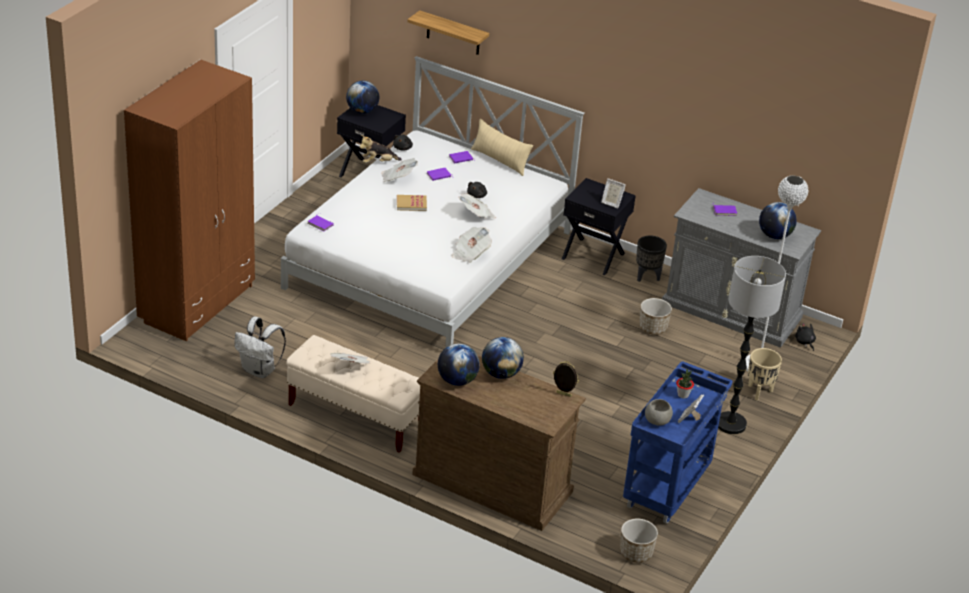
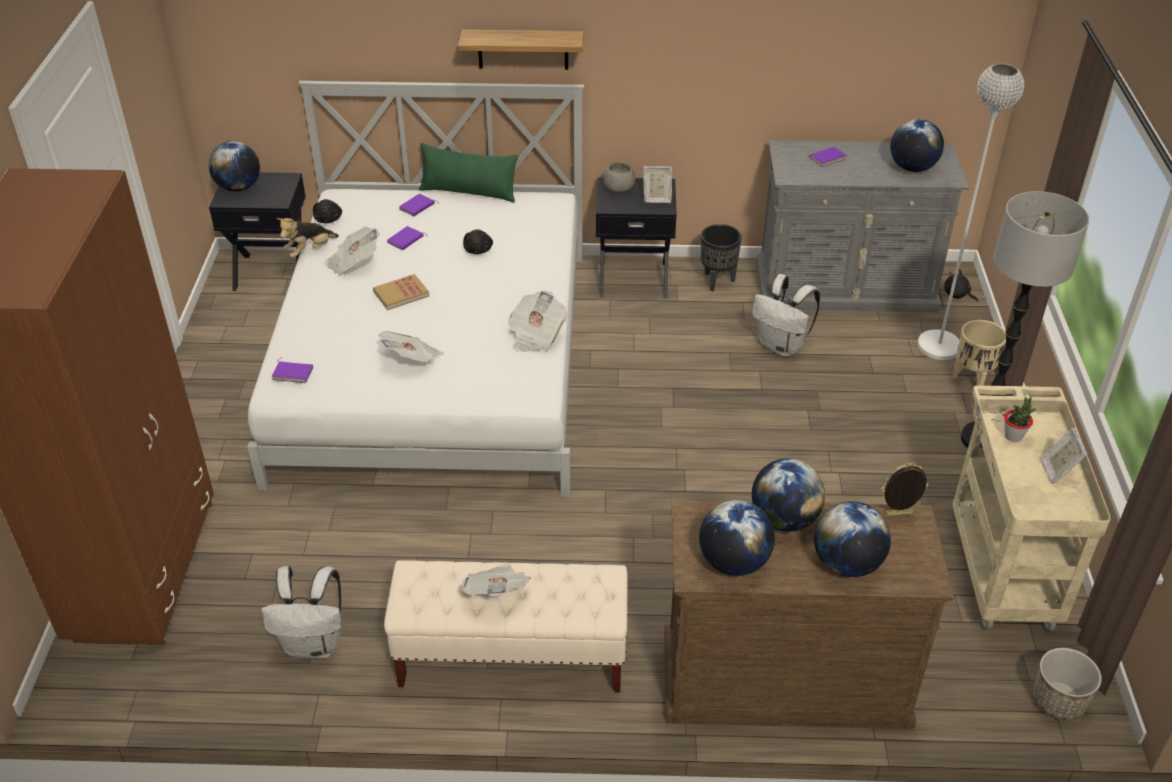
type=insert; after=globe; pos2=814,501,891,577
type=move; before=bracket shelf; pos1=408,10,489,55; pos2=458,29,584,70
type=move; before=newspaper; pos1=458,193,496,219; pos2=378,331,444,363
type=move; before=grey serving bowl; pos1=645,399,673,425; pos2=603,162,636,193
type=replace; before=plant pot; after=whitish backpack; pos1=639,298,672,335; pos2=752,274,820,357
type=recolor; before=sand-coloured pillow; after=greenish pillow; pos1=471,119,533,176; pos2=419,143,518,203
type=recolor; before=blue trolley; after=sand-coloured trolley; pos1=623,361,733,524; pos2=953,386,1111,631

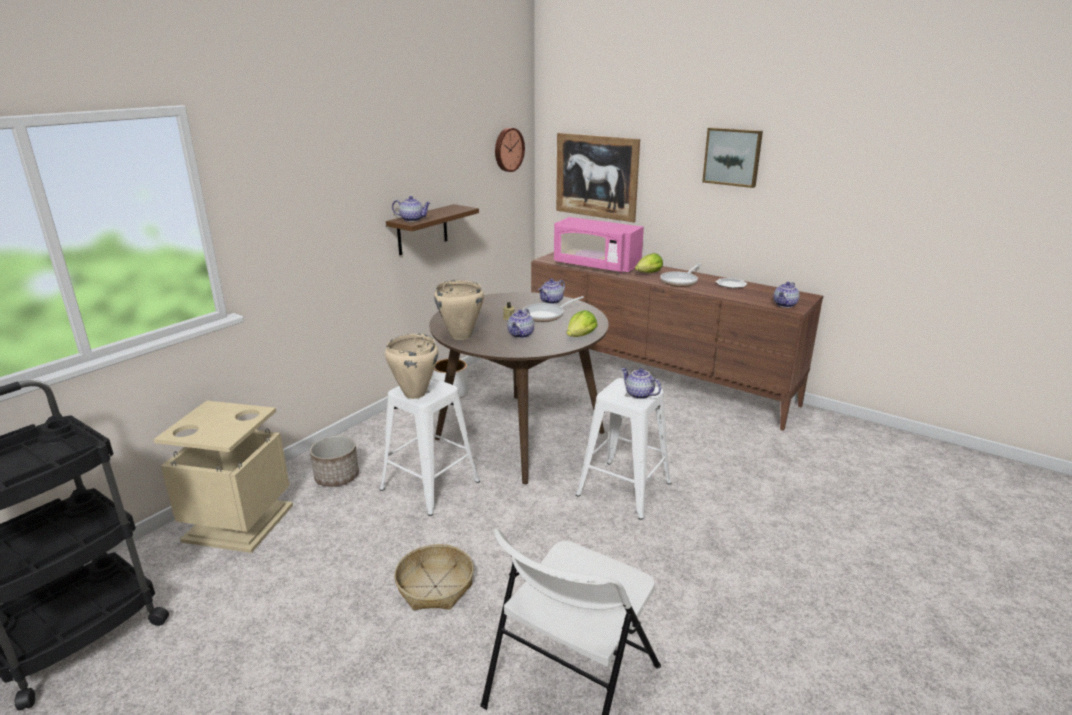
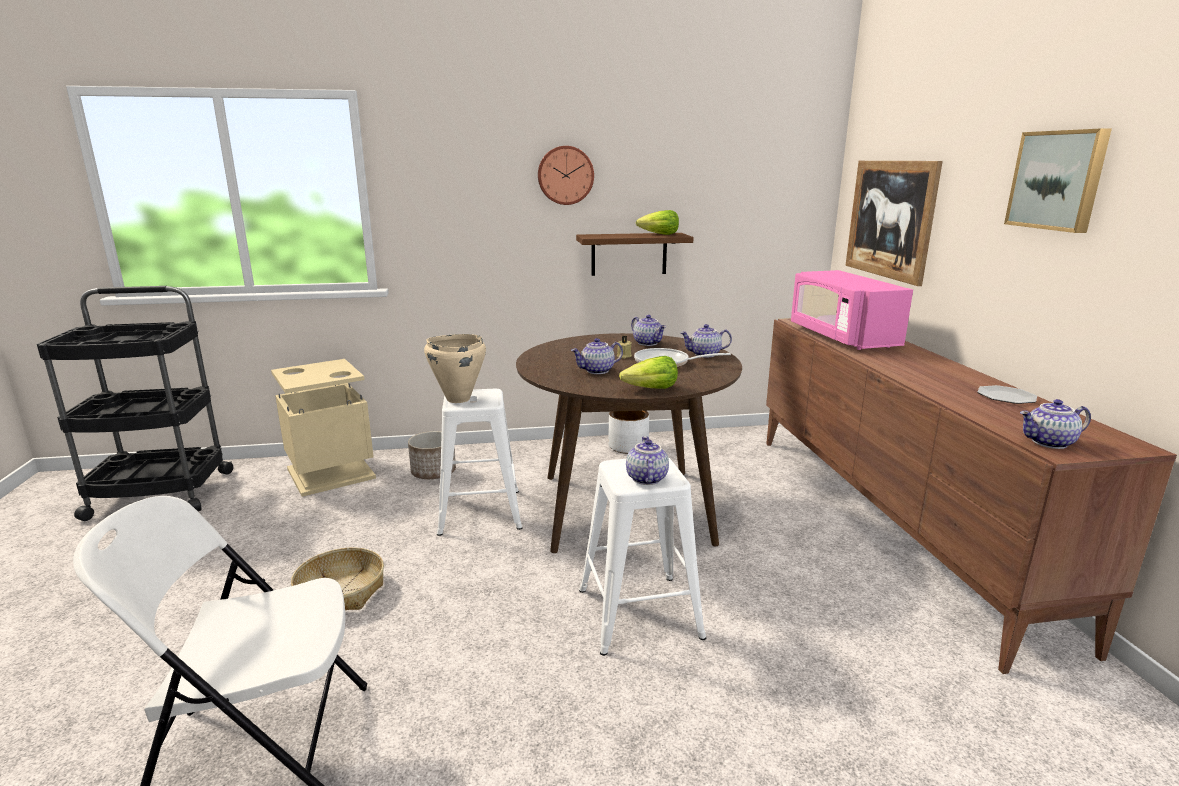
type=delete; before=sand-coloured saucepot; pos1=434,280,484,340
type=delete; before=skillet; pos1=660,263,701,287
type=move; before=teapot; pos1=392,196,430,222; pos2=631,315,666,346
type=move; before=hanging clock; pos1=495,128,525,172; pos2=538,146,594,205
type=move; before=head of lettuce; pos1=635,253,663,273; pos2=636,210,679,235

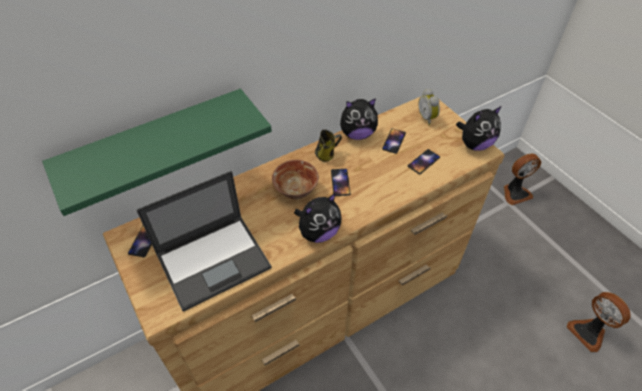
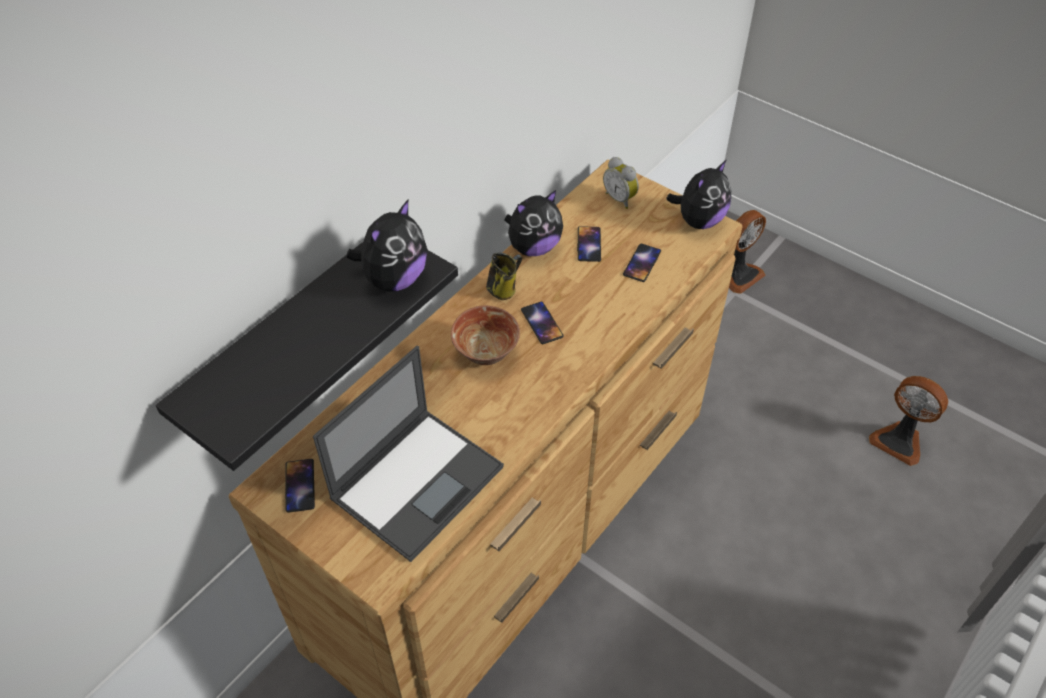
type=move; before=cuddly toy; pos1=294,193,342,243; pos2=346,199,428,292
type=recolor; before=greenish bracket shelf; after=black-coloured bracket shelf; pos1=42,89,272,216; pos2=155,241,458,471

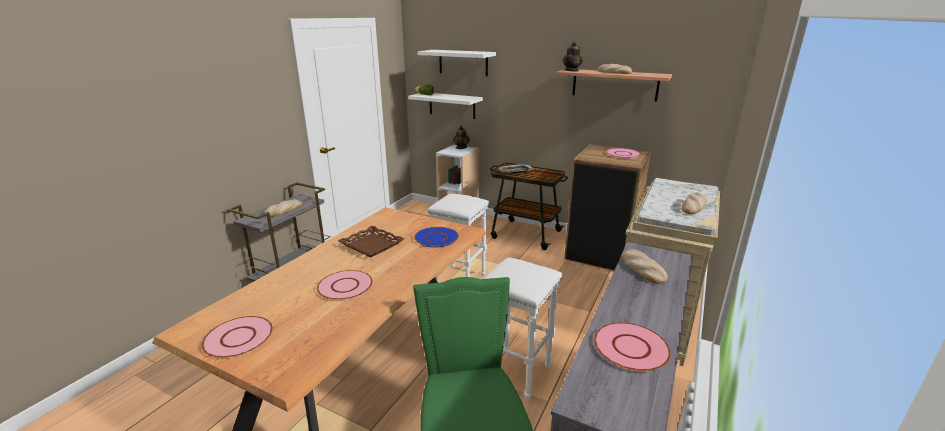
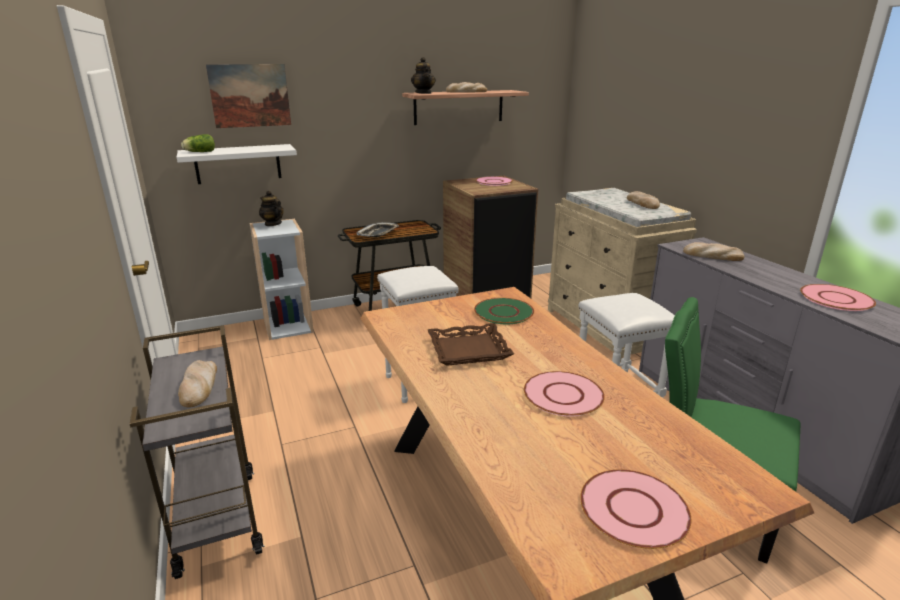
type=replace; before=whitish bracket shelf; after=wall picture; pos1=417,50,496,76; pos2=206,64,291,128
type=recolor; before=blue dinner plate; after=greenish dinner plate; pos1=414,227,459,248; pos2=474,298,534,324

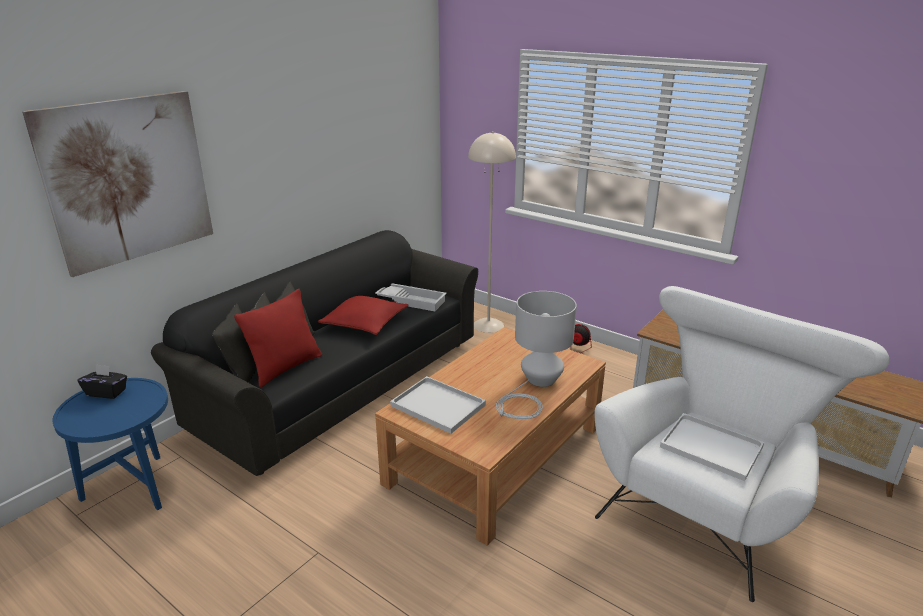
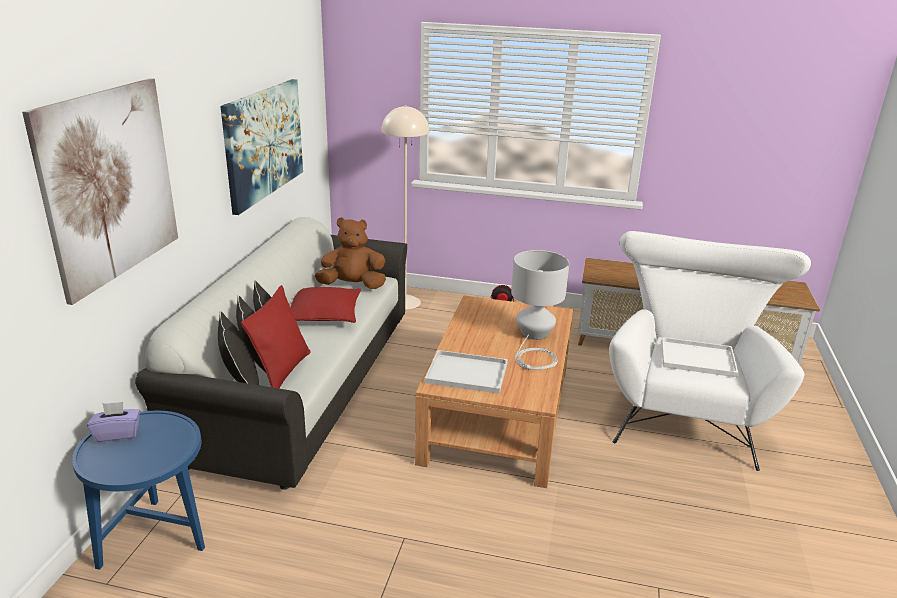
type=insert; after=wall picture; pos2=220,79,303,215
type=replace; before=whitish carrying tray; after=brown-coloured cuddly toy; pos1=375,283,447,311; pos2=315,217,386,289
type=recolor; before=black-coloured tissue holder; after=purplish tissue holder; pos1=78,364,127,399; pos2=87,402,140,442
type=recolor; before=black-coloured couch; after=whitish couch; pos1=151,230,478,476; pos2=135,217,407,490

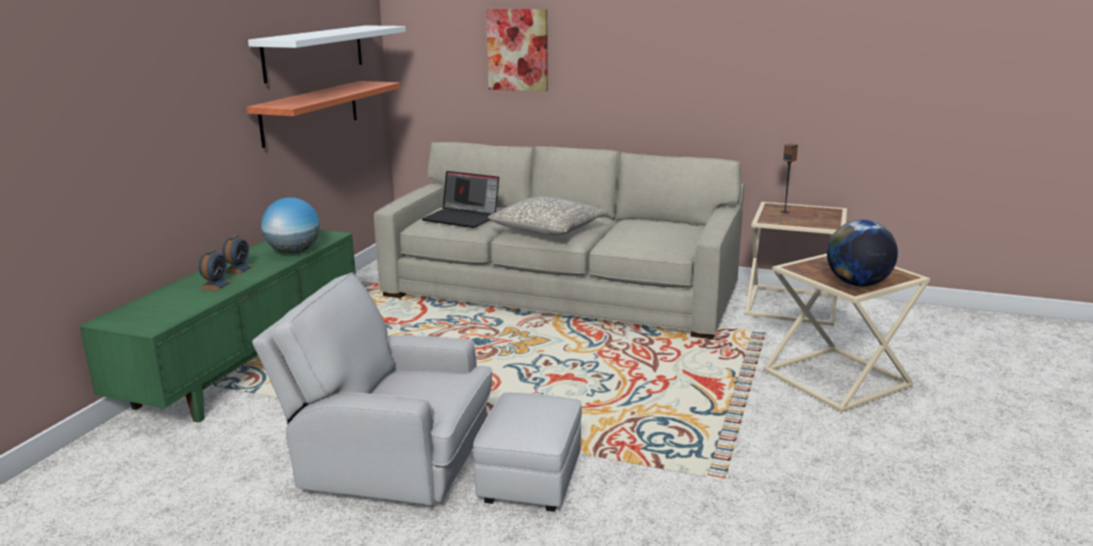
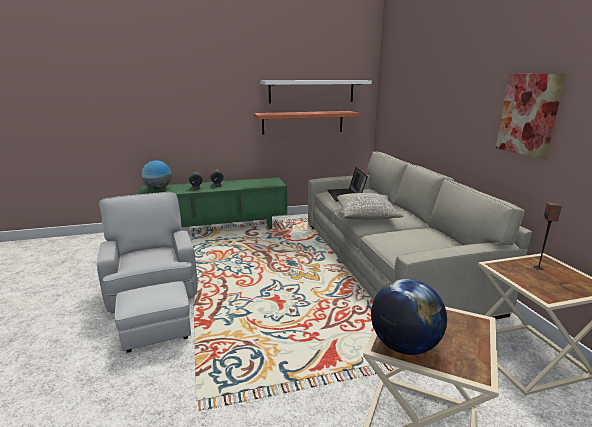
type=move; before=globe; pos1=261,197,320,254; pos2=142,160,172,189
type=move; before=wall picture; pos1=486,9,548,92; pos2=496,74,566,159

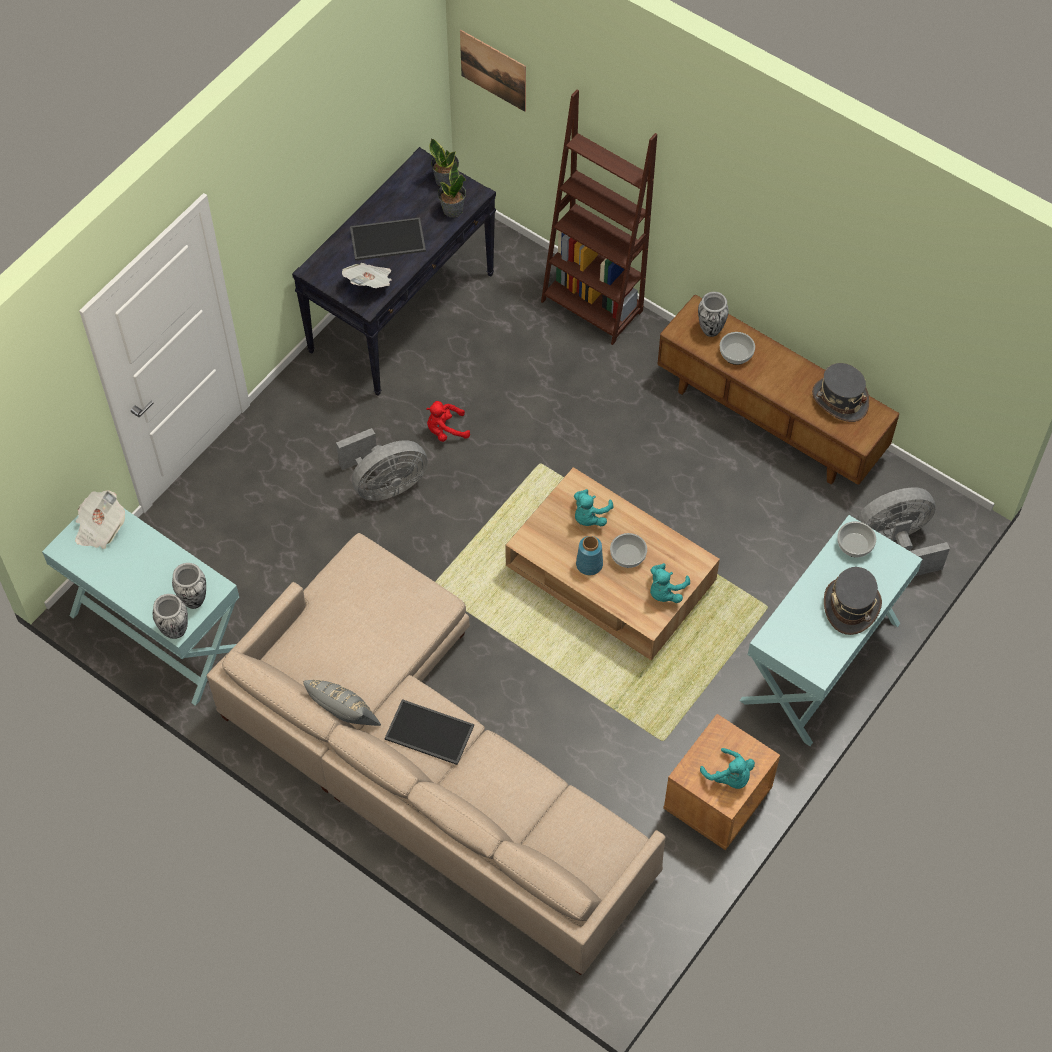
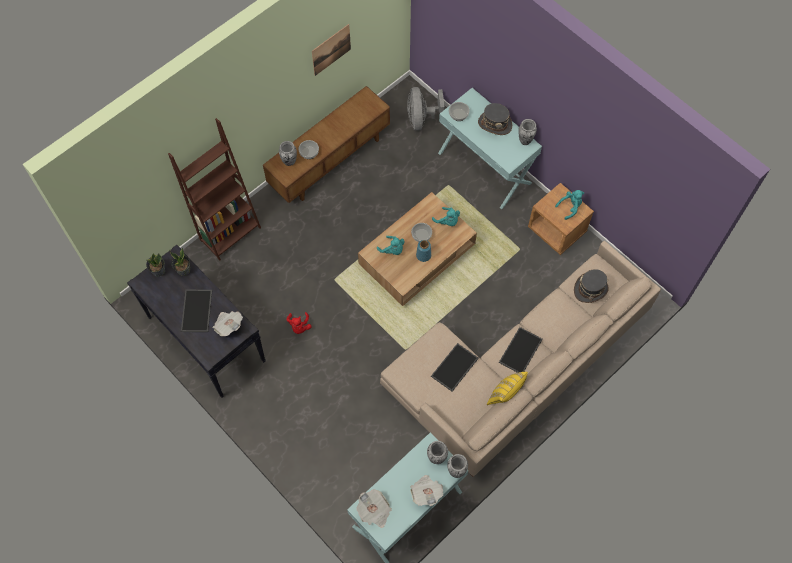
type=delete; before=grey electric fan; pos1=336,428,428,501
type=insert; after=newspaper; pos2=410,475,443,506
type=insert; after=carrying tray; pos2=431,343,479,392
type=insert; after=flower vase; pos2=519,119,537,145
type=move; before=wall picture; pos1=460,30,526,112; pos2=312,24,351,76
type=move; before=grey hat; pos1=812,363,869,422; pos2=574,269,609,303
type=recolor; before=grey pillow; after=yellow pillow; pos1=303,680,381,726; pos2=487,372,528,405

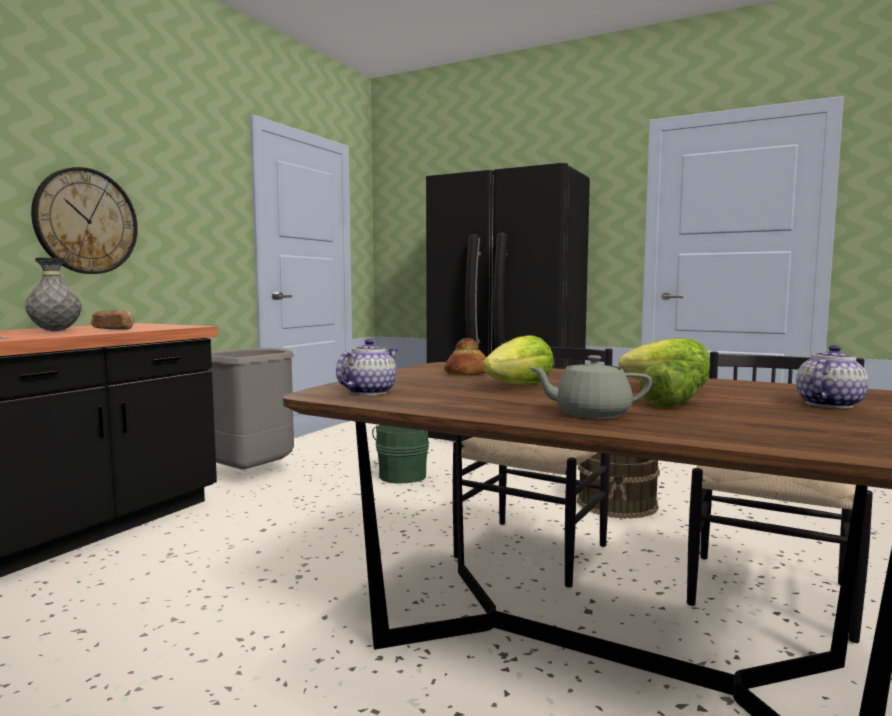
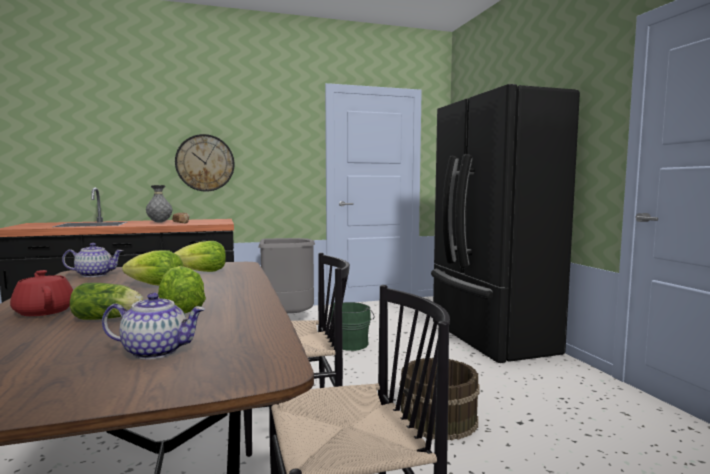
type=replace; before=bakery bread; after=head of lettuce; pos1=444,338,486,375; pos2=175,241,226,272
type=recolor; before=grey teapot; after=reddish teapot; pos1=529,355,652,419; pos2=10,270,73,316

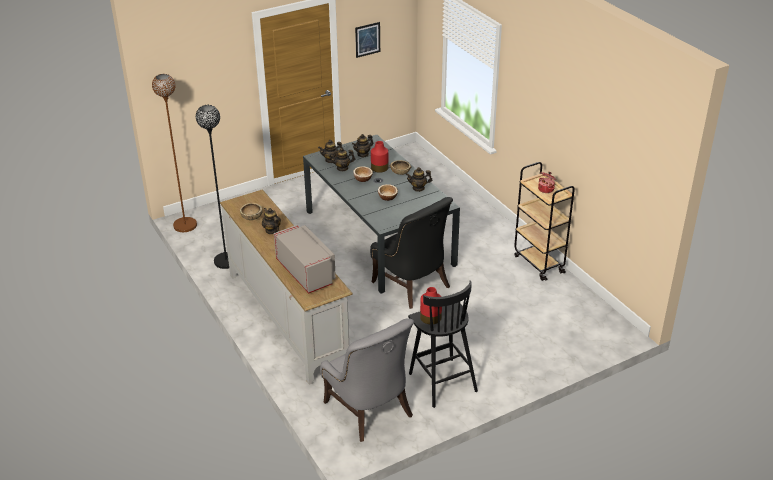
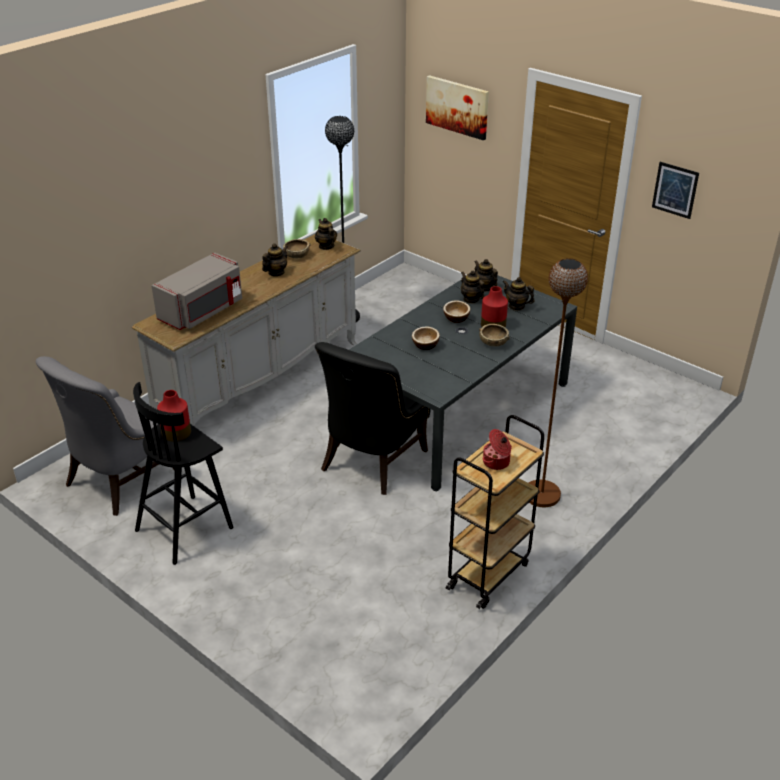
type=insert; after=wall picture; pos2=426,75,489,140
type=move; before=brown-coloured standing lamp; pos1=152,74,197,232; pos2=529,258,588,507
type=move; before=teapot; pos1=406,167,432,192; pos2=315,218,337,250

